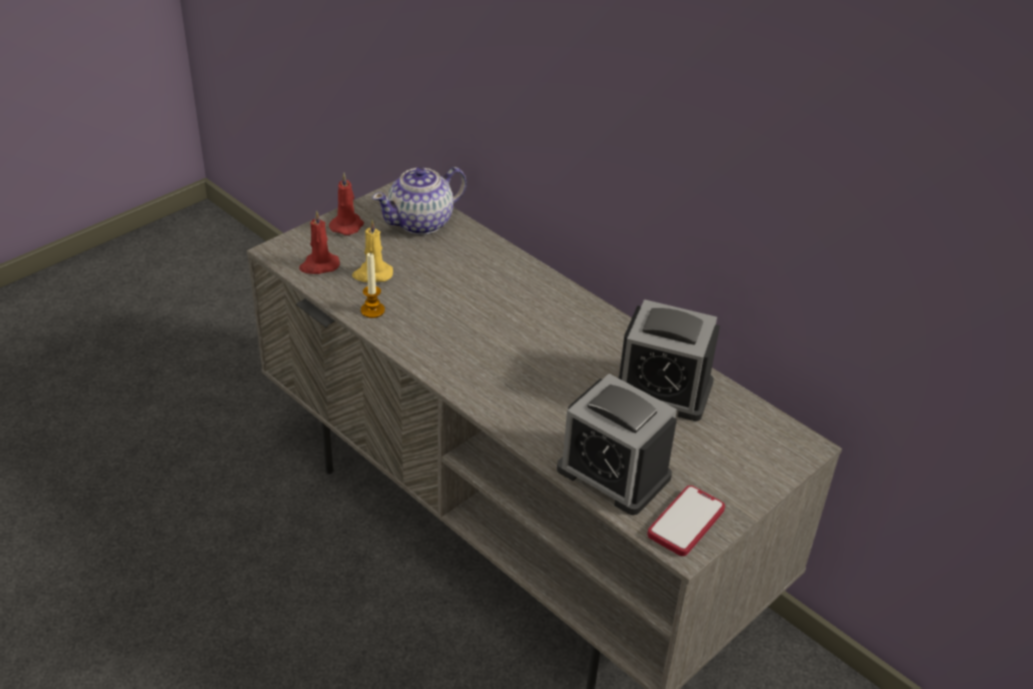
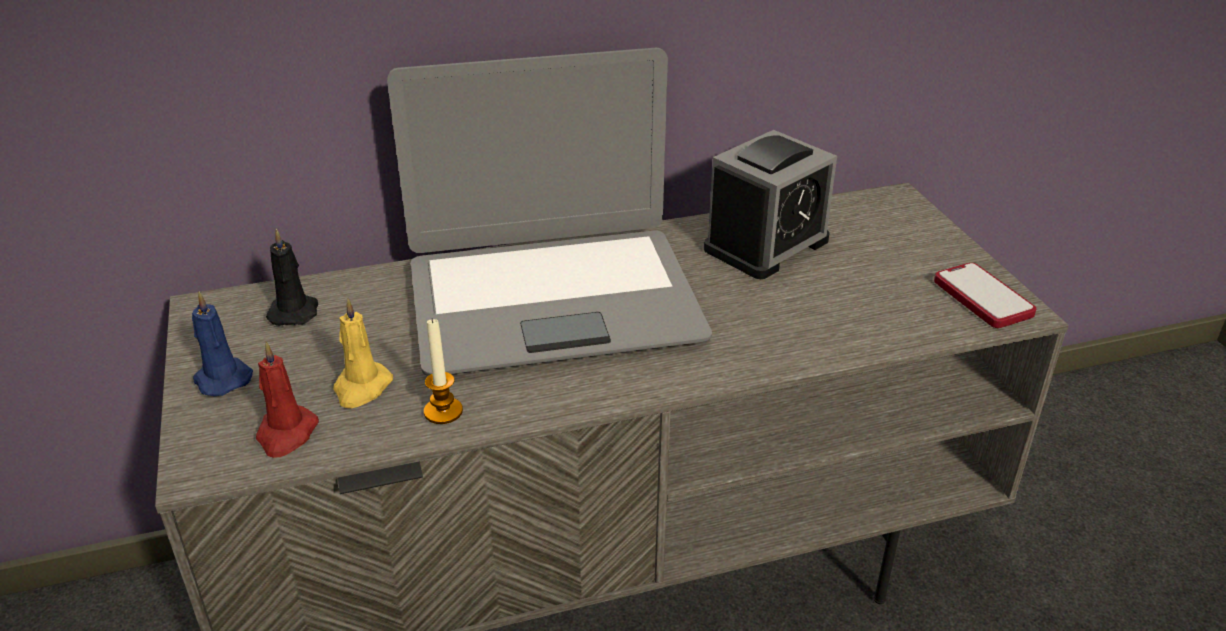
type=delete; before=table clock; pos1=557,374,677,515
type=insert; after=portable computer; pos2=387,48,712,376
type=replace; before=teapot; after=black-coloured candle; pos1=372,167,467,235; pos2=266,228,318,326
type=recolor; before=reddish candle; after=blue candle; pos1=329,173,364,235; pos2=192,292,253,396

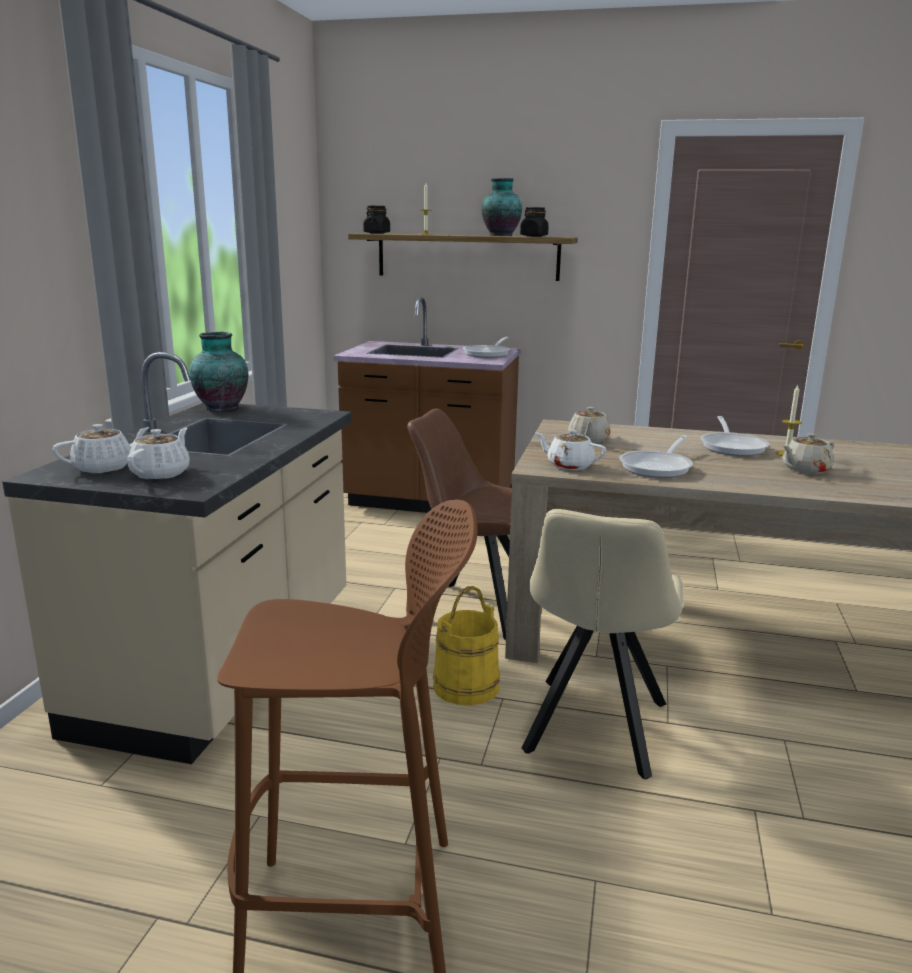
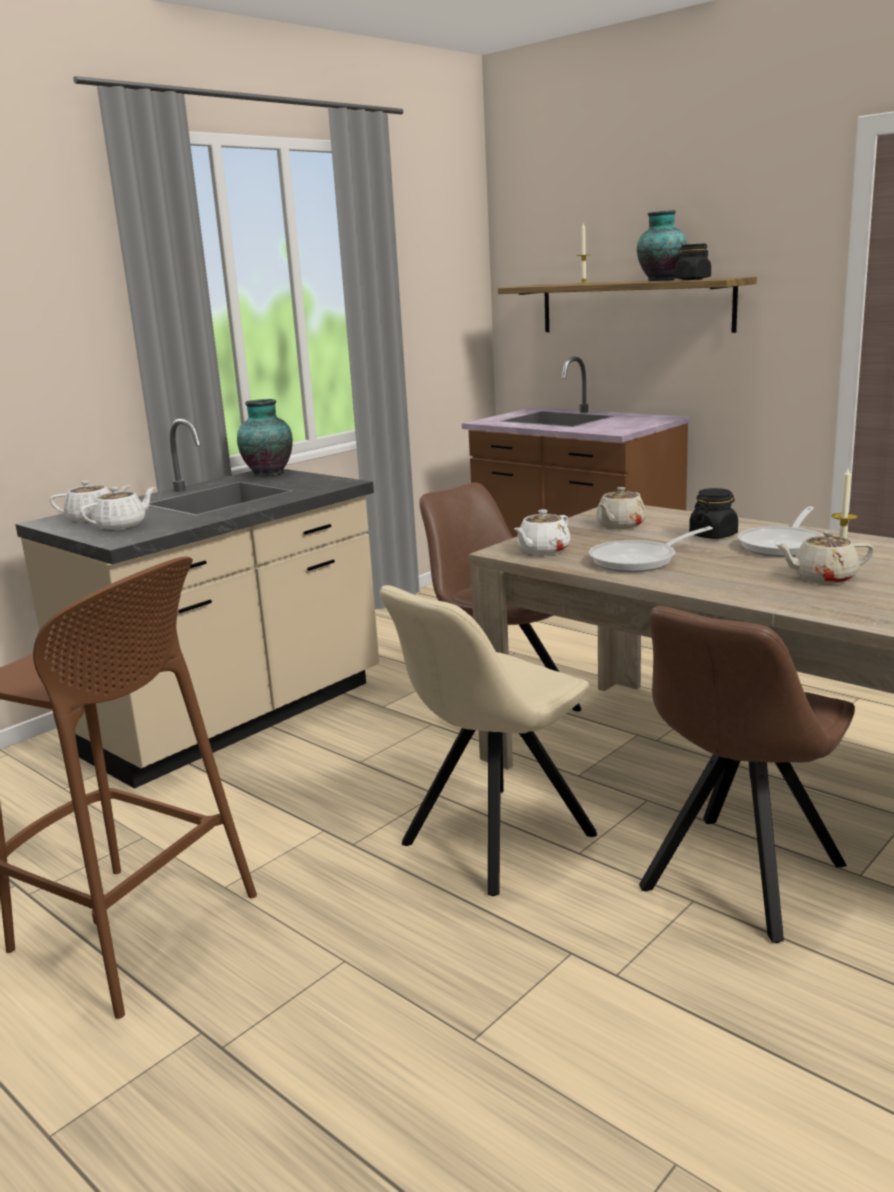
type=delete; before=yellow pail; pos1=433,586,500,705
type=delete; before=skillet; pos1=463,337,510,358
type=insert; after=brown-coloured upright chair; pos2=639,606,855,943
type=move; before=black-coloured preserve jar; pos1=363,206,390,234; pos2=689,488,738,539
type=rotate; before=whitish teapot; pos1=535,430,606,470; pos2=514,509,570,555; turn=-105

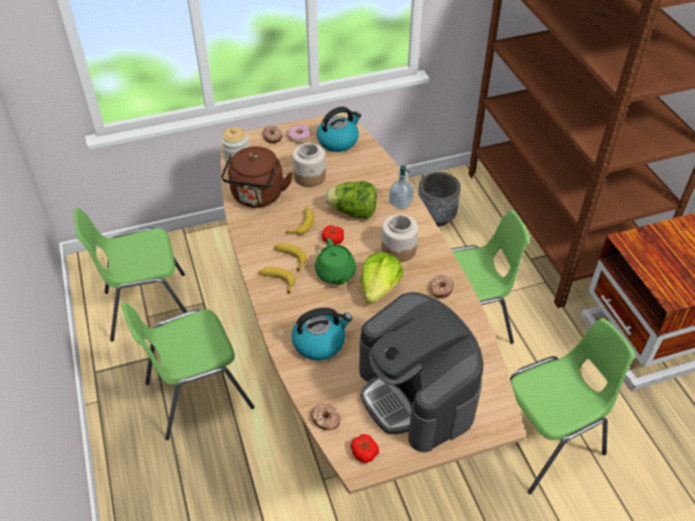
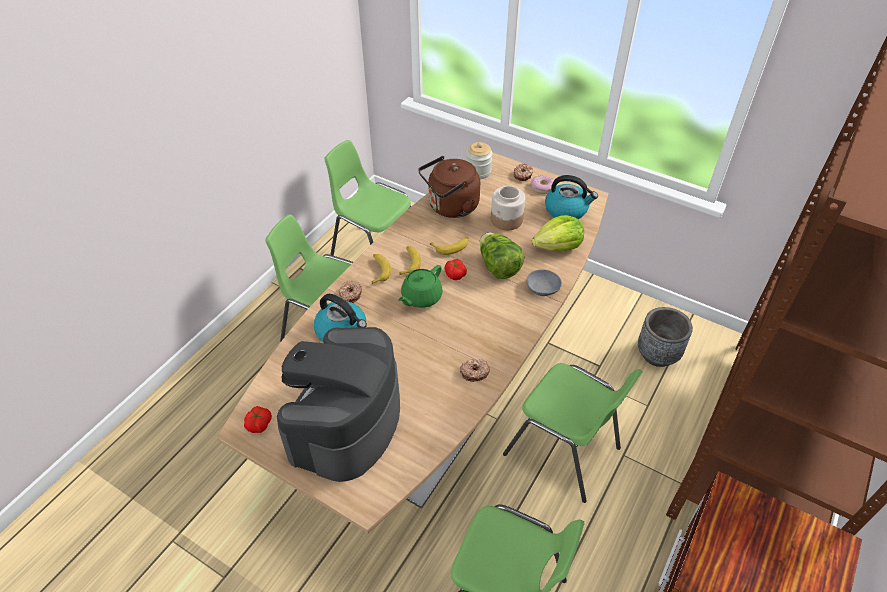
type=delete; before=preserve jar; pos1=381,214,418,262
type=move; before=ring doughnut; pos1=311,403,340,430; pos2=339,281,362,303
type=move; before=head of lettuce; pos1=360,252,403,304; pos2=532,215,584,251
type=replace; before=liquid soap bottle; after=grey serving bowl; pos1=389,165,414,210; pos2=526,269,562,296

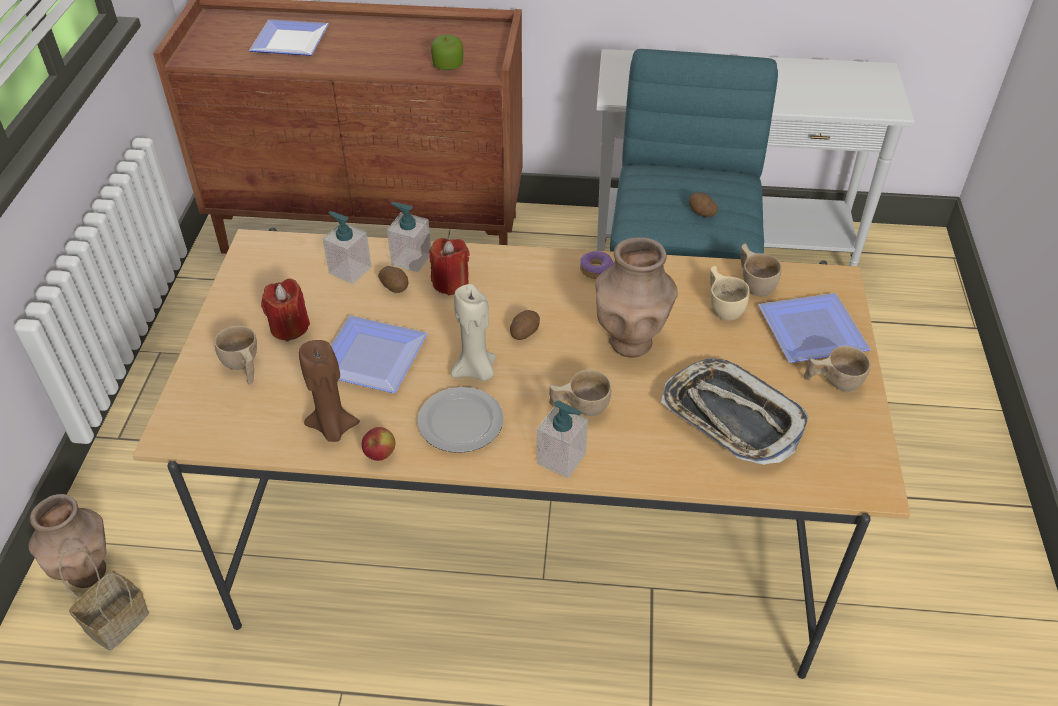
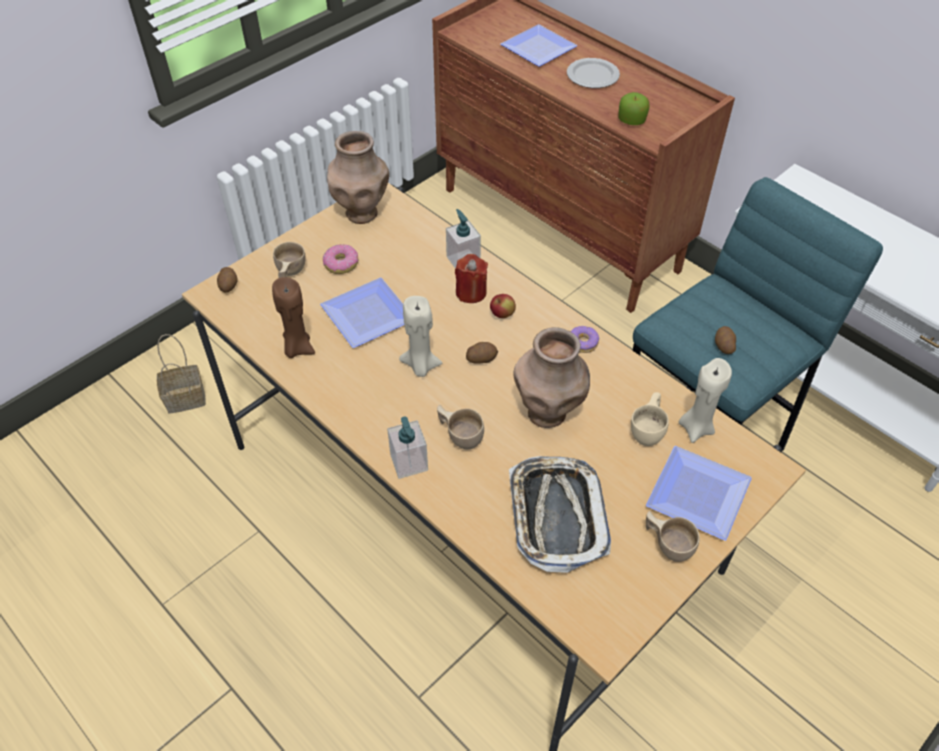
type=delete; before=liquid soap bottle; pos1=323,211,372,284
type=move; before=brown-coloured flower vase; pos1=28,494,106,588; pos2=327,131,389,224
type=move; before=apple; pos1=362,427,395,461; pos2=490,294,516,318
type=move; before=whole potato; pos1=378,266,408,293; pos2=217,267,238,293
type=move; before=dinner plate; pos1=417,387,504,453; pos2=567,58,620,88
type=replace; before=reddish candle; after=ring doughnut; pos1=261,279,310,341; pos2=323,244,358,274
type=replace; before=sand-coloured small cup; after=sand-coloured candle; pos1=741,244,781,297; pos2=679,358,732,443

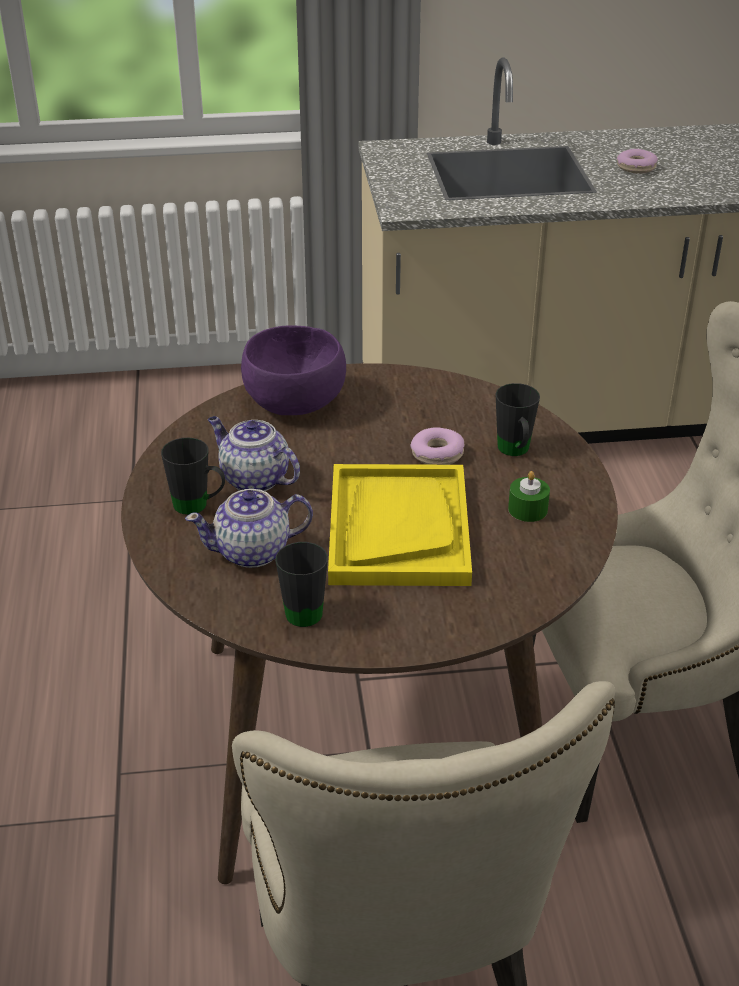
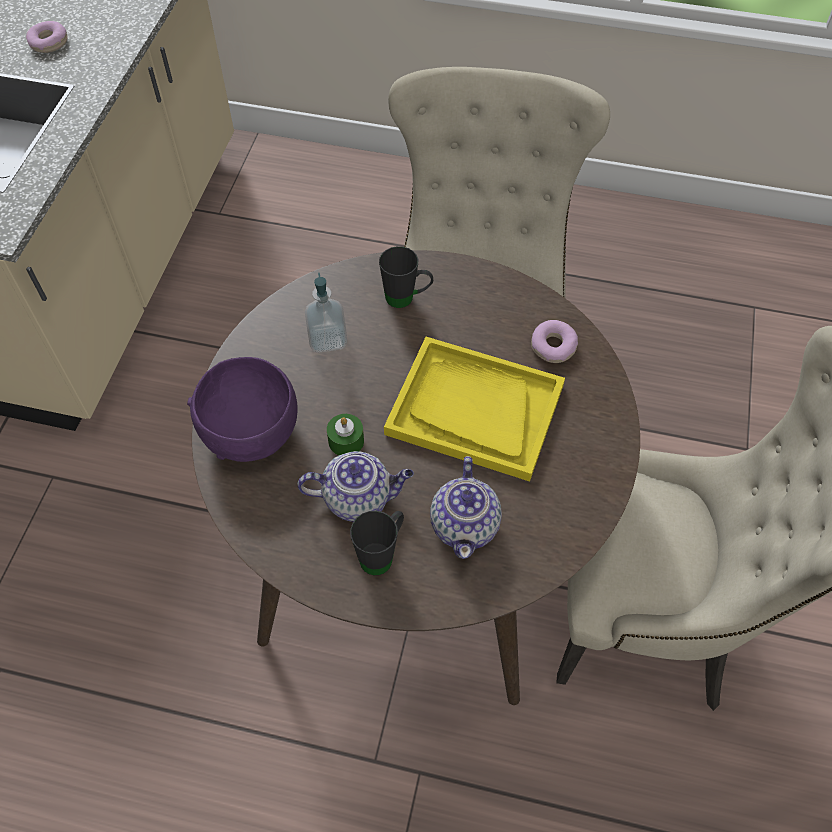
type=delete; before=black-coloured coffee mug; pos1=275,542,328,627
type=insert; after=liquid soap bottle; pos2=305,273,347,353
type=move; before=ring doughnut; pos1=410,428,464,465; pos2=531,320,578,363
type=move; before=greenish candle; pos1=508,471,550,522; pos2=327,414,364,455
type=rotate; before=teapot; pos1=208,416,300,491; pos2=297,451,414,522; turn=-150

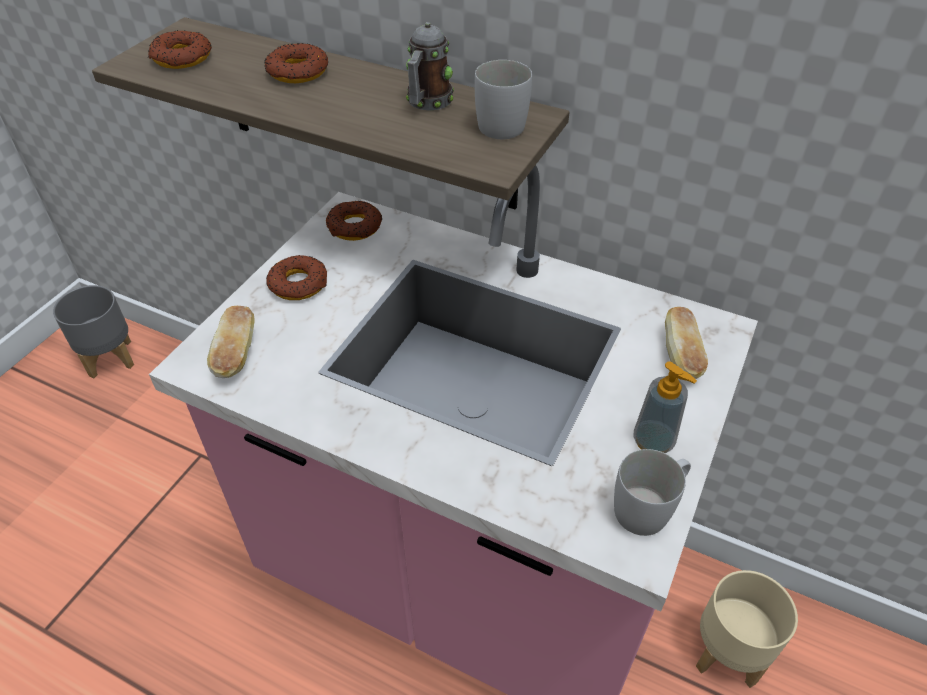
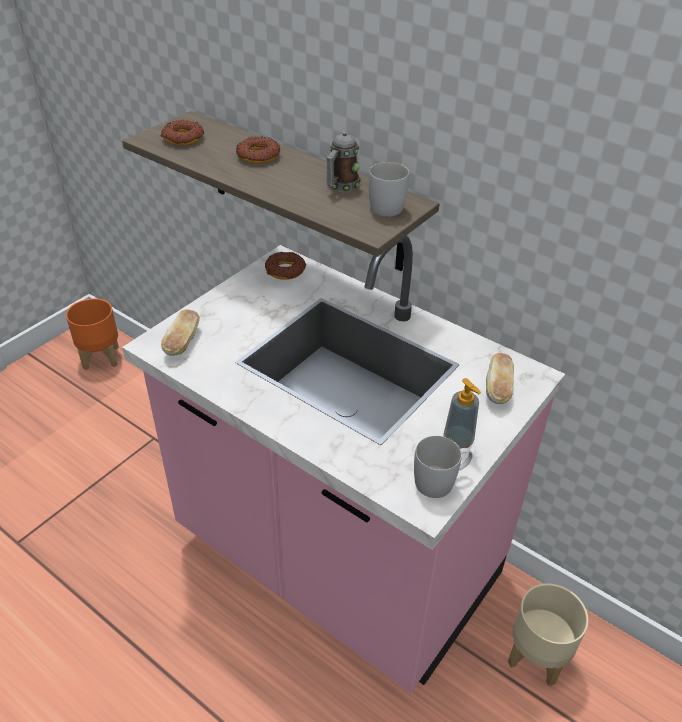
type=delete; before=ring doughnut; pos1=266,255,327,300
type=recolor; before=grey plant pot; after=orangey plant pot; pos1=53,285,134,378; pos2=66,298,119,370

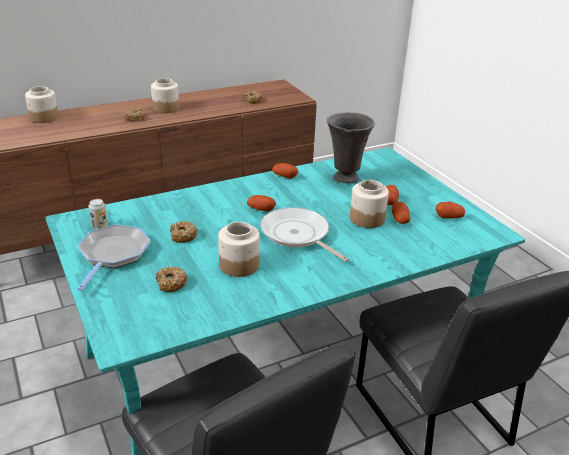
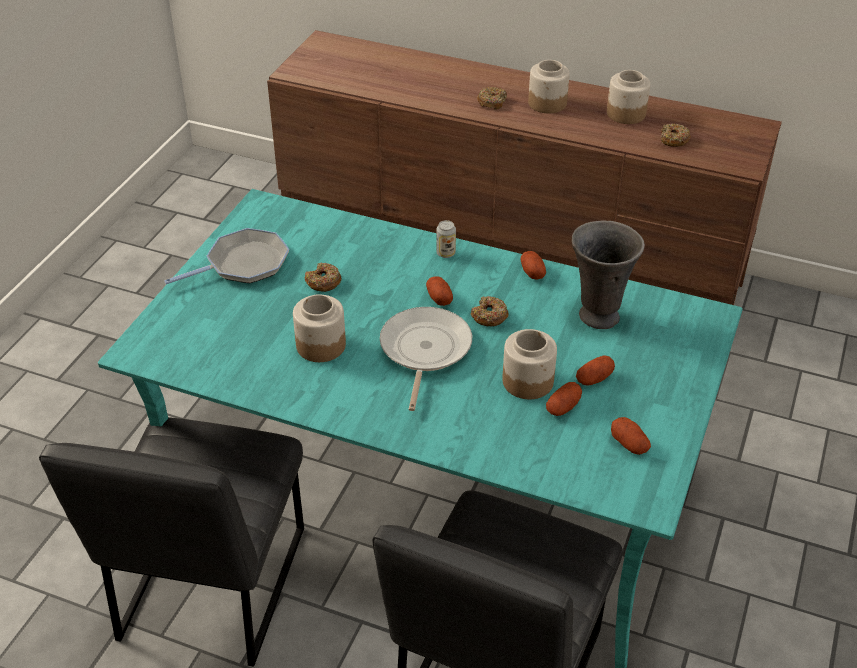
type=move; before=preserve jar; pos1=25,86,59,123; pos2=607,70,650,124
type=move; before=metal can; pos1=89,199,108,230; pos2=436,220,456,258
type=move; before=ring doughnut; pos1=156,266,188,292; pos2=471,296,509,326

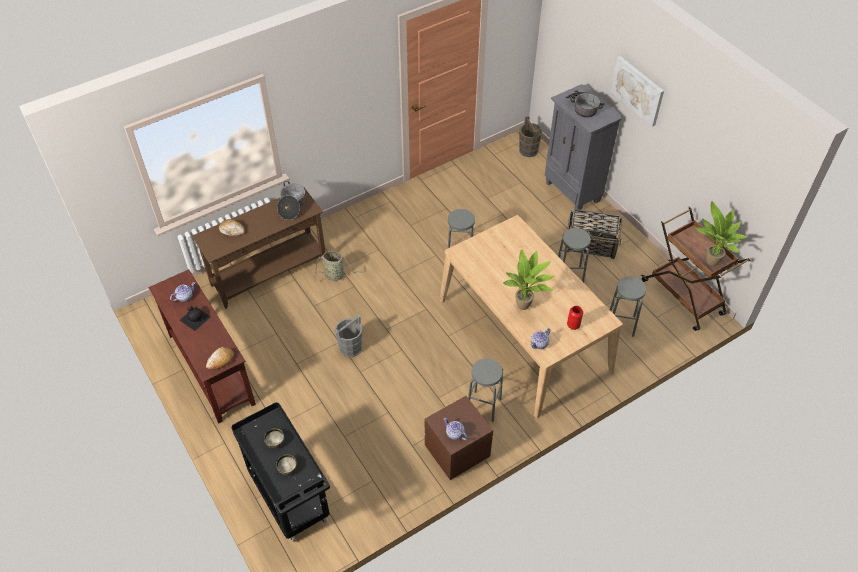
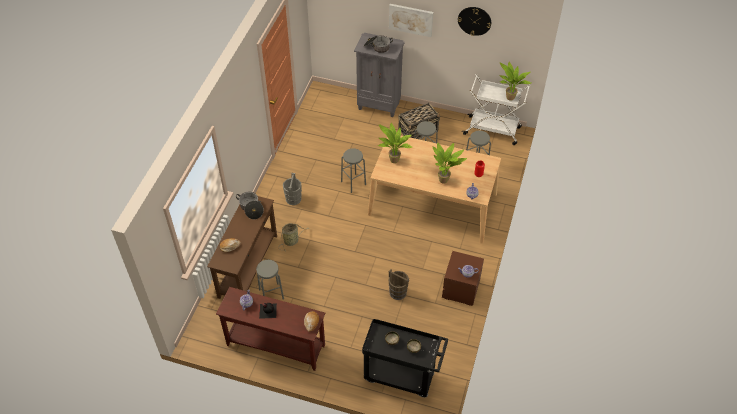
type=insert; after=houseplant; pos2=378,122,412,163
type=insert; after=hanging clock; pos2=458,7,491,36
type=move; before=grey pail; pos1=335,314,363,357; pos2=283,173,302,205
type=move; before=grey sitting stool; pos1=468,358,503,422; pos2=256,260,284,300
type=move; before=brown-coloured pail; pos1=519,116,542,157; pos2=389,269,409,300
type=recolor; before=brown-coloured trolley; after=whitish trolley; pos1=641,207,751,331; pos2=462,74,531,145

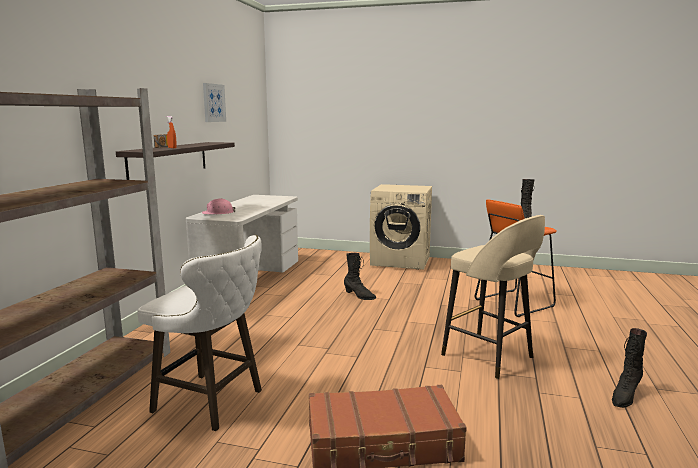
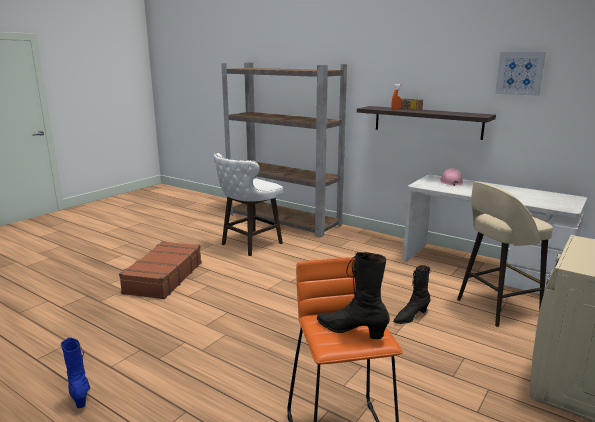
type=move; before=sand-coloured sitting stool; pos1=441,215,545,379; pos2=457,182,553,327
type=recolor; before=black-coloured boot; after=blue boot; pos1=612,328,647,408; pos2=61,337,90,408

